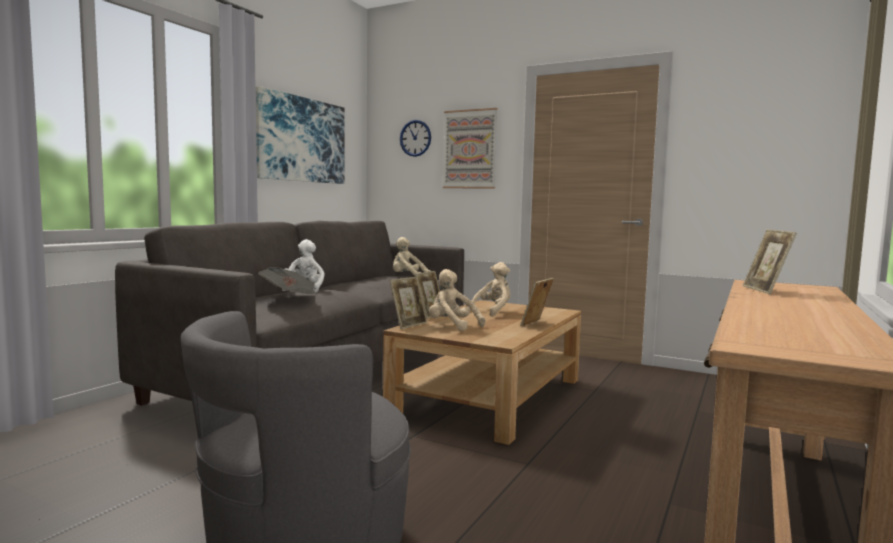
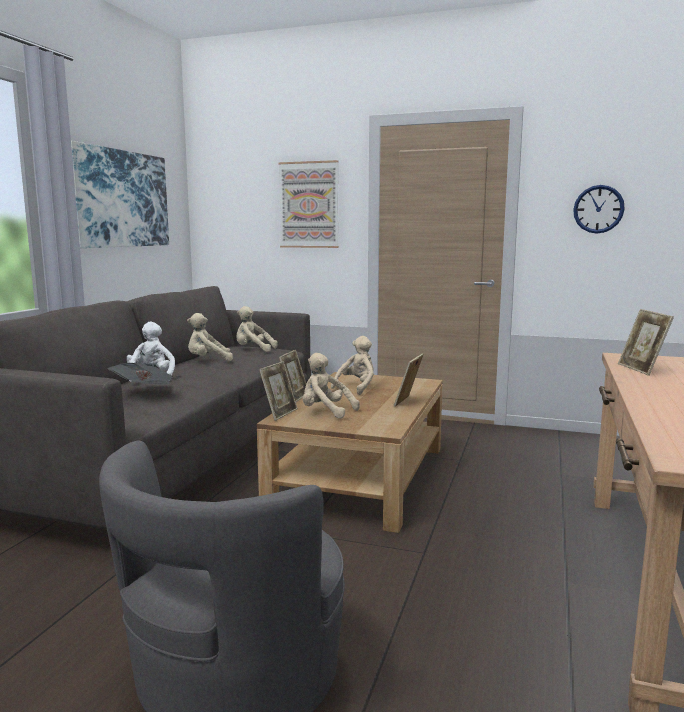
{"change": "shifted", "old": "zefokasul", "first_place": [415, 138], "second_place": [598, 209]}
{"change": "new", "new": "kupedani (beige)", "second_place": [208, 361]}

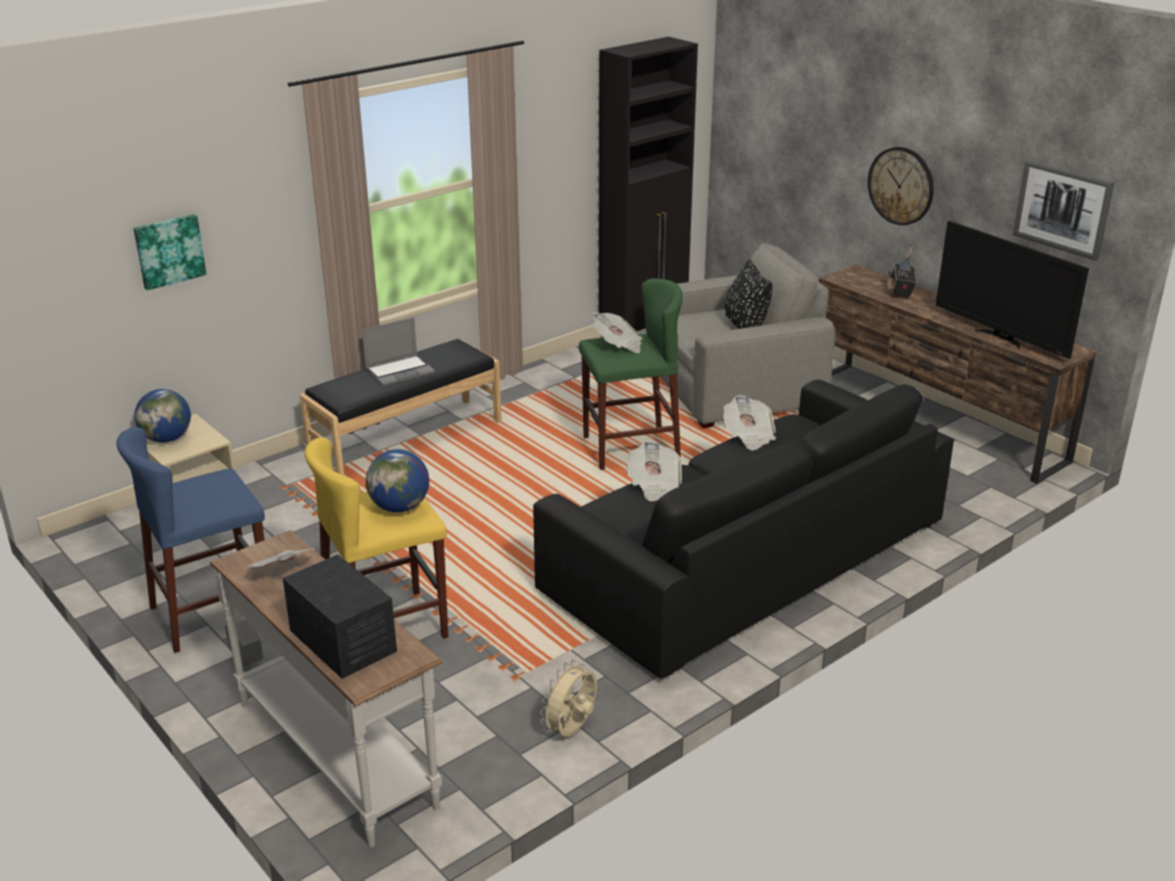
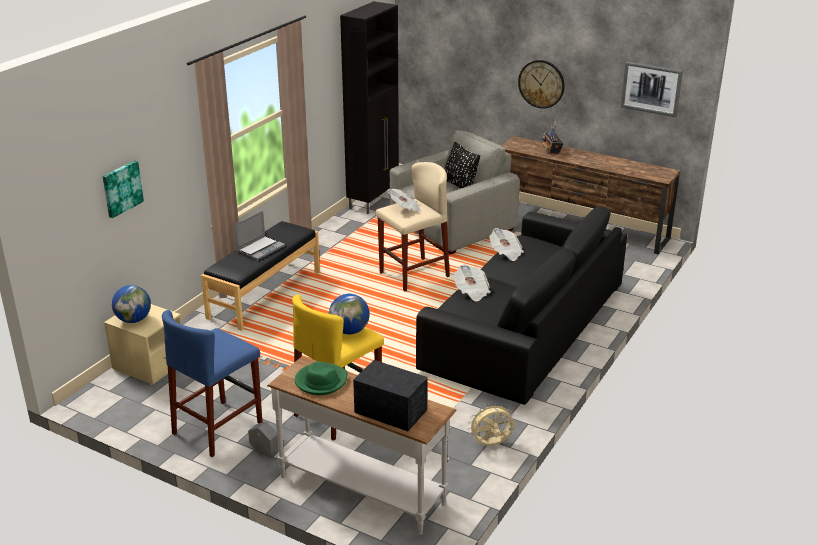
{"change": "swapped", "old": "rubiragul", "new": "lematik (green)", "first_place": [283, 572], "second_place": [321, 381]}
{"change": "rotated", "old": "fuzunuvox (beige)", "first_place": [572, 730], "second_place": [491, 445], "degrees": 60}
{"change": "repainted", "old": "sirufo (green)", "new": "sirufo (beige)", "first_place": [630, 448], "second_place": [414, 274]}
{"change": "gone", "old": "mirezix", "first_place": [1001, 338]}

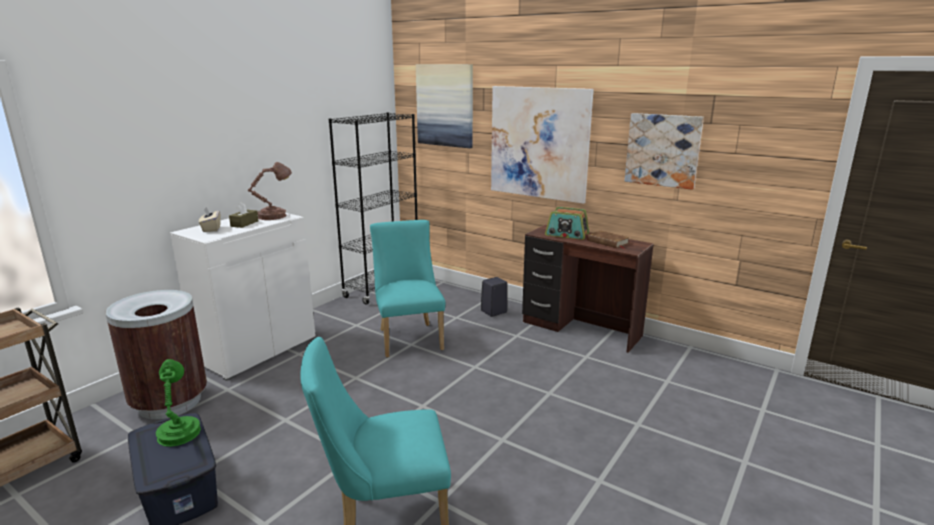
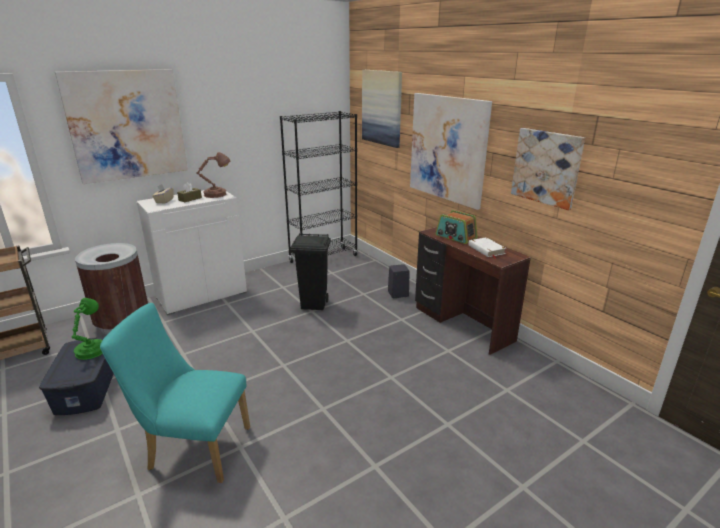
{"change": "swapped", "old": "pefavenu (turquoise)", "new": "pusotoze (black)", "first_place": [409, 337], "second_place": [314, 304]}
{"change": "repainted", "old": "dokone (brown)", "new": "dokone (white)", "first_place": [608, 242], "second_place": [486, 249]}
{"change": "new", "new": "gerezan", "second_place": [127, 125]}

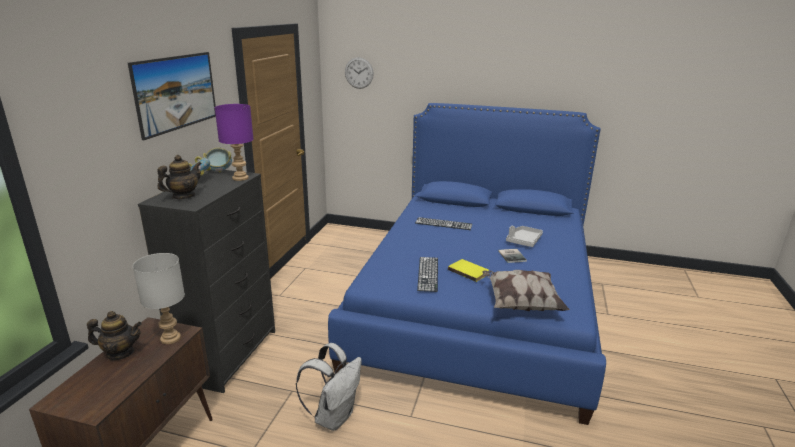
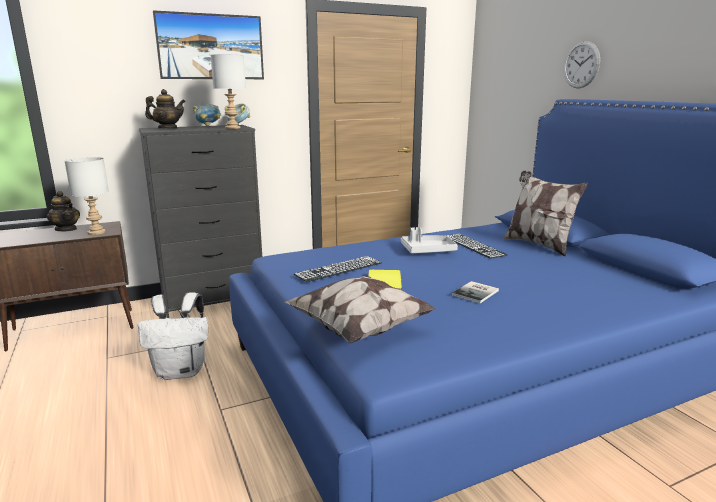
{"change": "repainted", "old": "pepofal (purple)", "new": "pepofal (grey)", "first_place": [241, 178], "second_place": [233, 128]}
{"change": "shifted", "old": "zefokasul", "first_place": [359, 73], "second_place": [581, 65]}
{"change": "shifted", "old": "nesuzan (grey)", "first_place": [523, 241], "second_place": [427, 251]}
{"change": "new", "new": "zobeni", "second_place": [538, 245]}

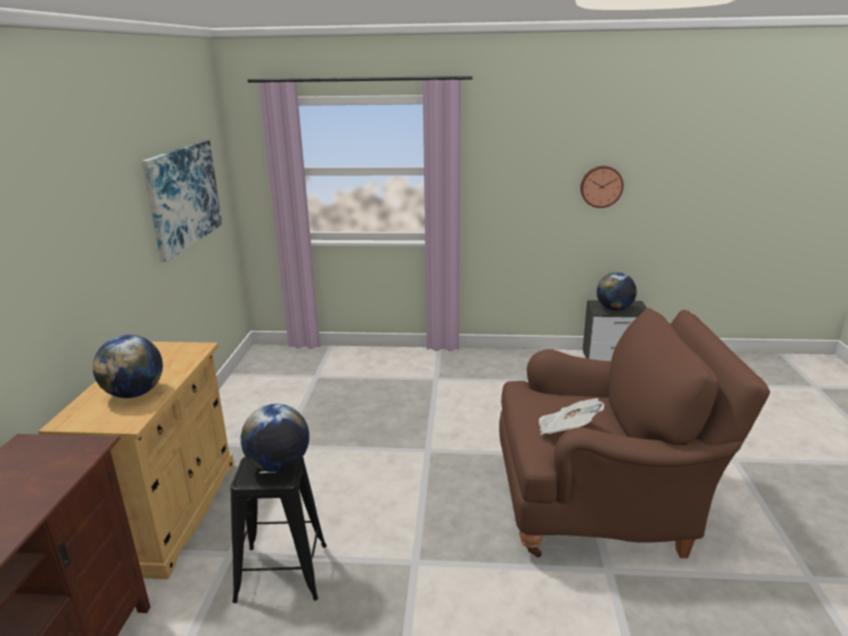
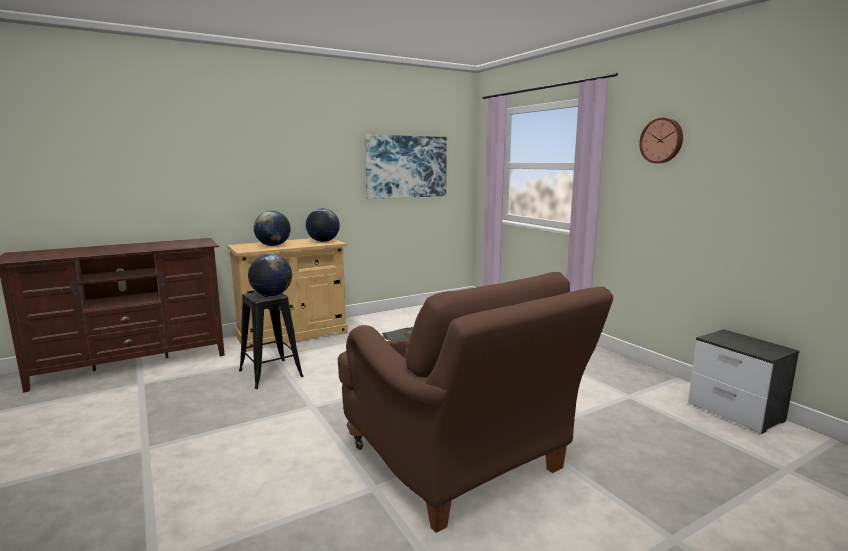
{"change": "shifted", "old": "zefokasul", "first_place": [601, 186], "second_place": [662, 140]}
{"change": "shifted", "old": "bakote", "first_place": [614, 309], "second_place": [323, 241]}

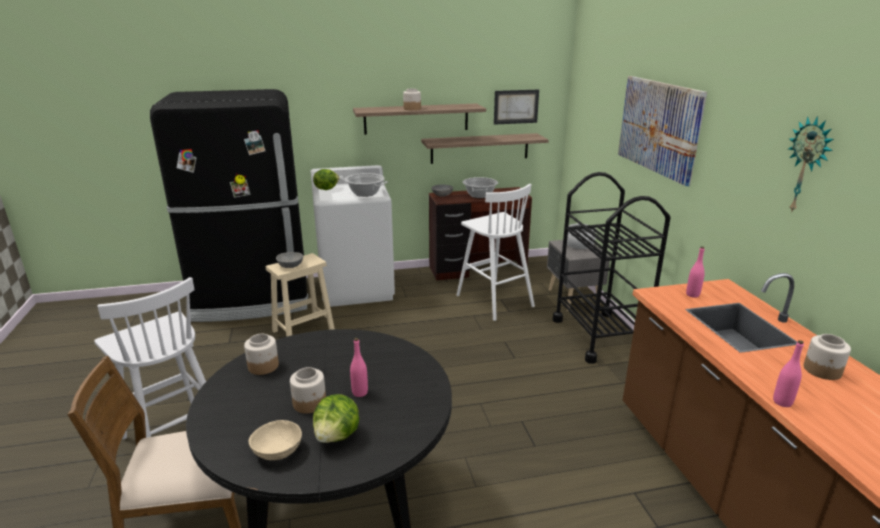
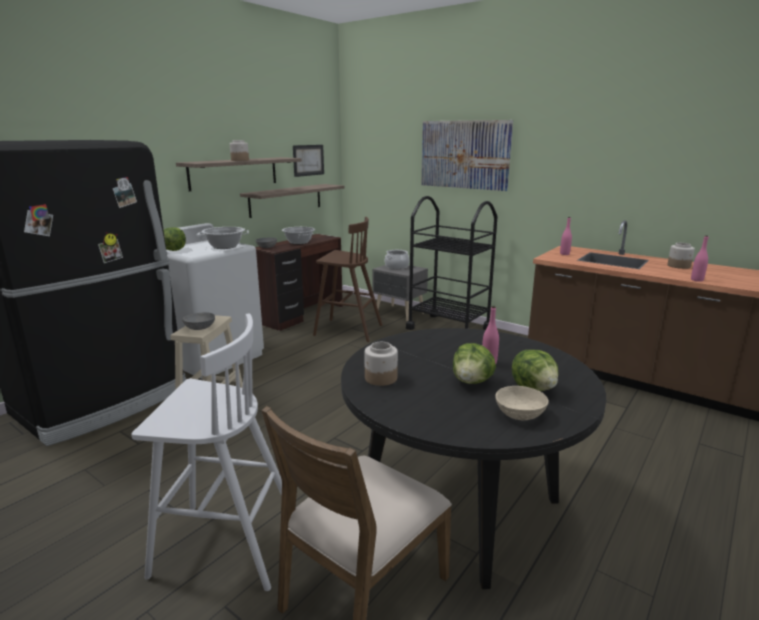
{"change": "swapped", "old": "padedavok", "new": "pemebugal", "first_place": [310, 403], "second_place": [472, 382]}
{"change": "repainted", "old": "sirufo (white)", "new": "sirufo (brown)", "first_place": [493, 300], "second_place": [347, 330]}
{"change": "gone", "old": "zefokasul", "first_place": [807, 166]}

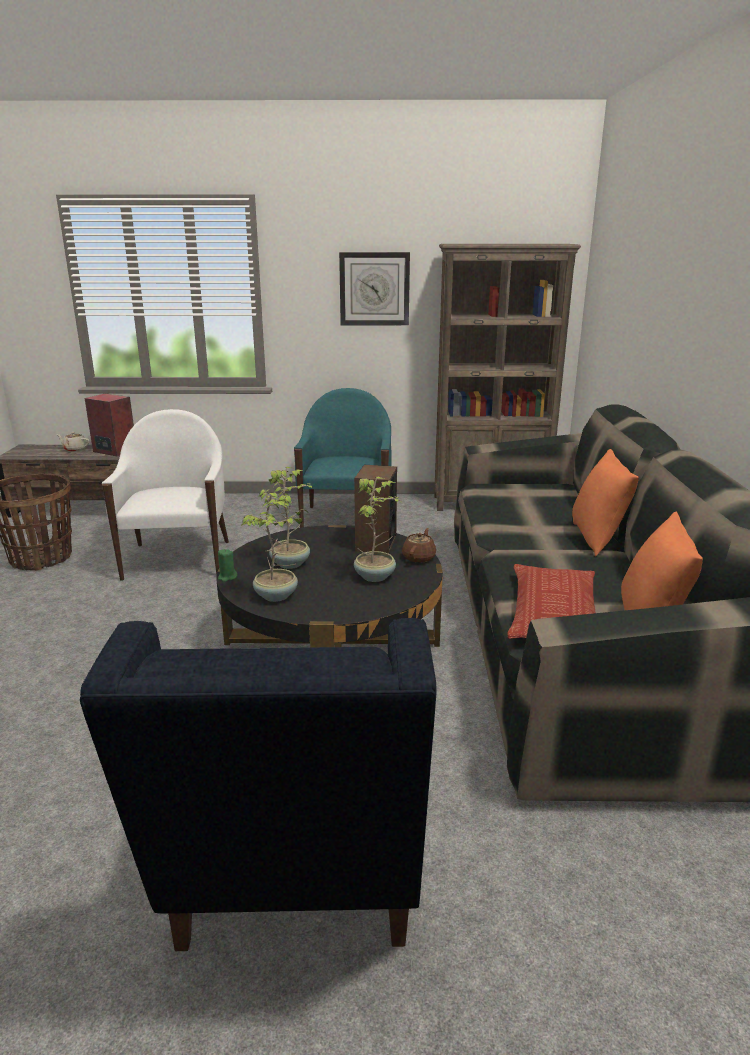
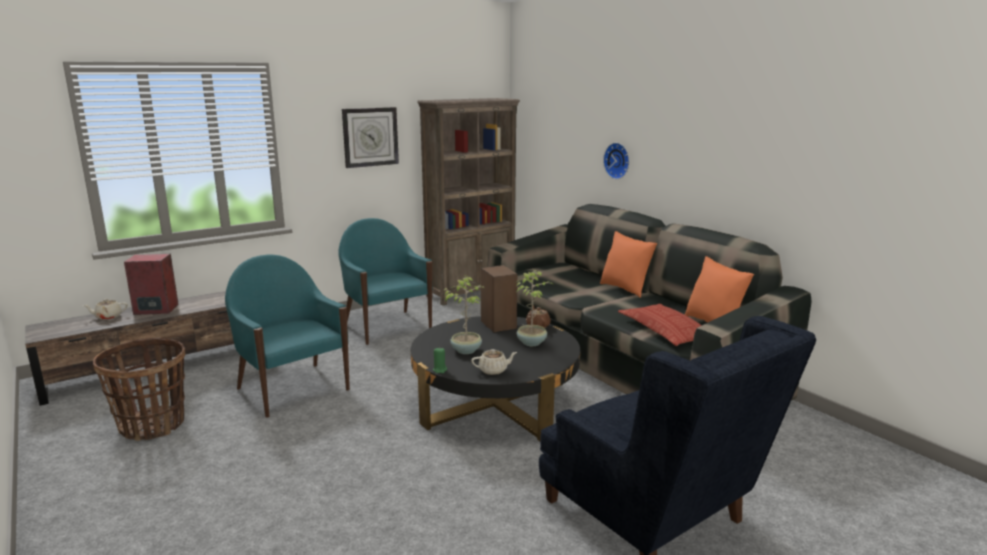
{"change": "repainted", "old": "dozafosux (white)", "new": "dozafosux (turquoise)", "first_place": [178, 559], "second_place": [292, 388]}
{"change": "swapped", "old": "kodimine", "new": "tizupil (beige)", "first_place": [277, 596], "second_place": [493, 370]}
{"change": "new", "new": "zefokasul", "second_place": [618, 160]}

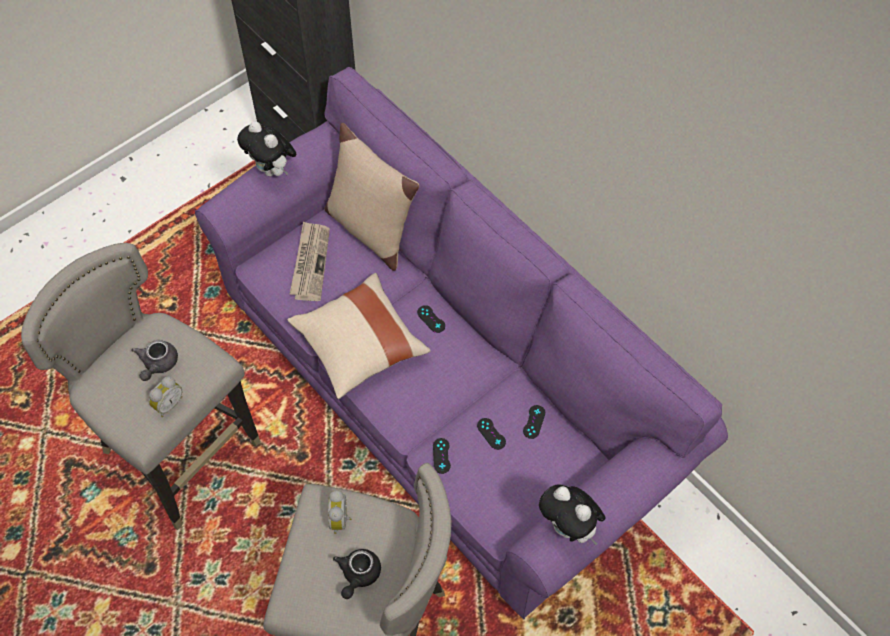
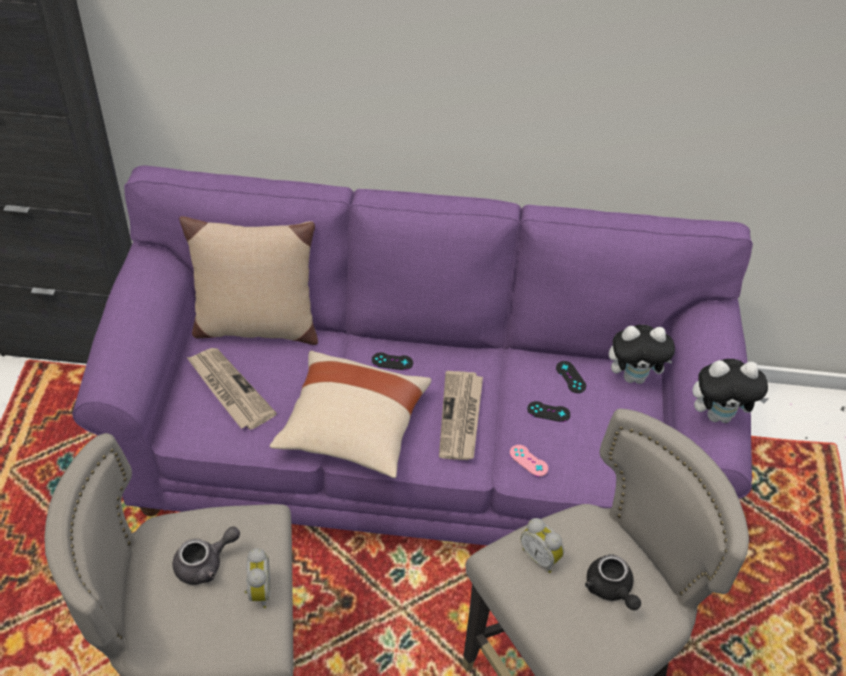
{"change": "rotated", "old": "tizupil (grey)", "first_place": [157, 364], "second_place": [205, 564], "degrees": -90}
{"change": "shifted", "old": "kupedani", "first_place": [272, 170], "second_place": [635, 376]}
{"change": "repainted", "old": "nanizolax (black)", "new": "nanizolax (pink)", "first_place": [441, 456], "second_place": [528, 460]}
{"change": "new", "new": "rubiragul", "second_place": [461, 418]}

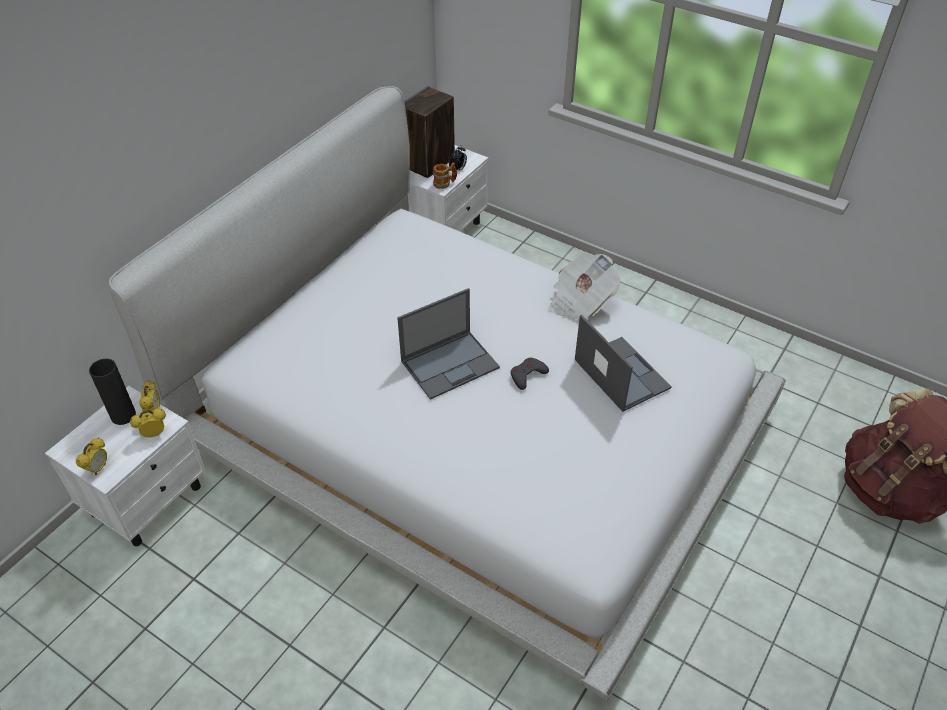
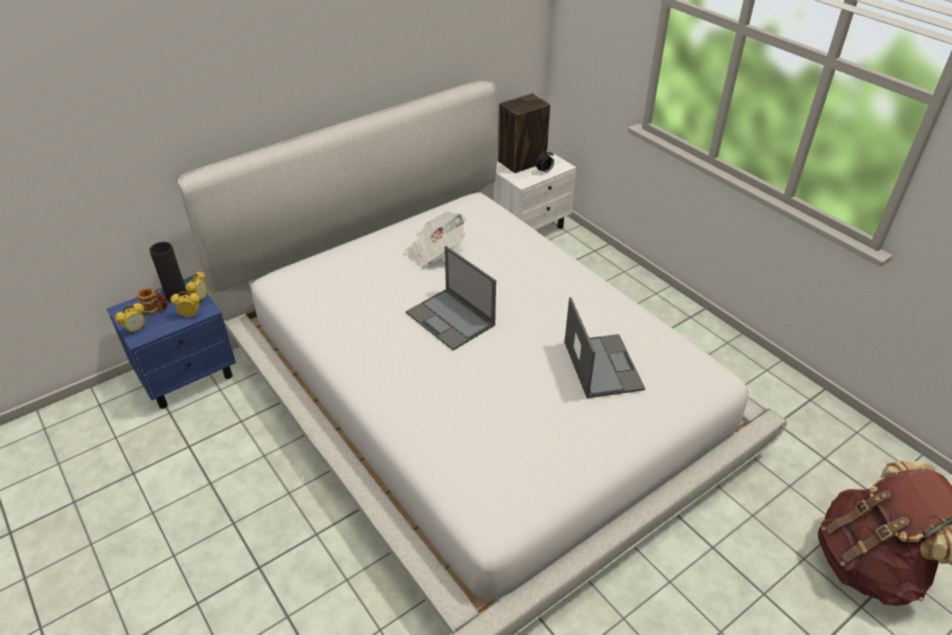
{"change": "repainted", "old": "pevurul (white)", "new": "pevurul (blue)", "first_place": [148, 499], "second_place": [188, 375]}
{"change": "rotated", "old": "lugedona", "first_place": [450, 364], "second_place": [451, 319], "degrees": 60}
{"change": "shifted", "old": "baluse", "first_place": [445, 183], "second_place": [156, 310]}
{"change": "gone", "old": "nanizolax (grey)", "first_place": [527, 375]}
{"change": "shifted", "old": "rubiragul", "first_place": [580, 301], "second_place": [435, 252]}

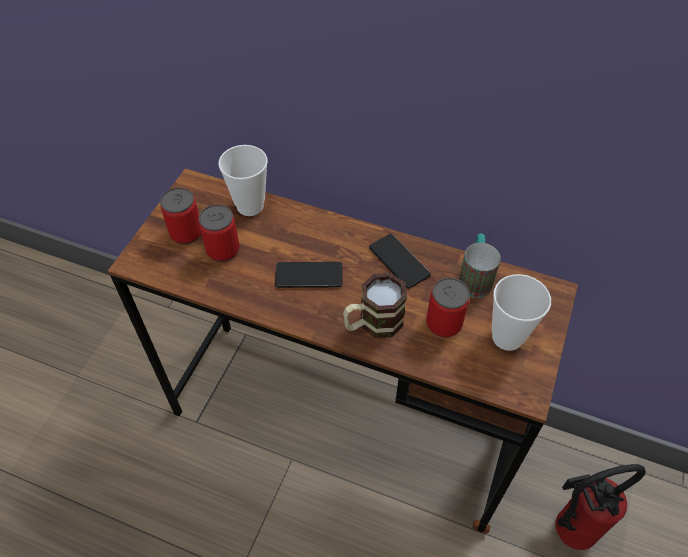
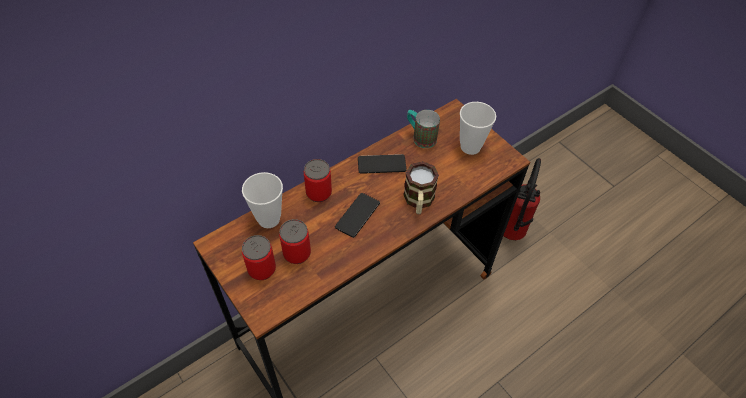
{"change": "shifted", "old": "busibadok", "first_place": [444, 323], "second_place": [318, 193]}

